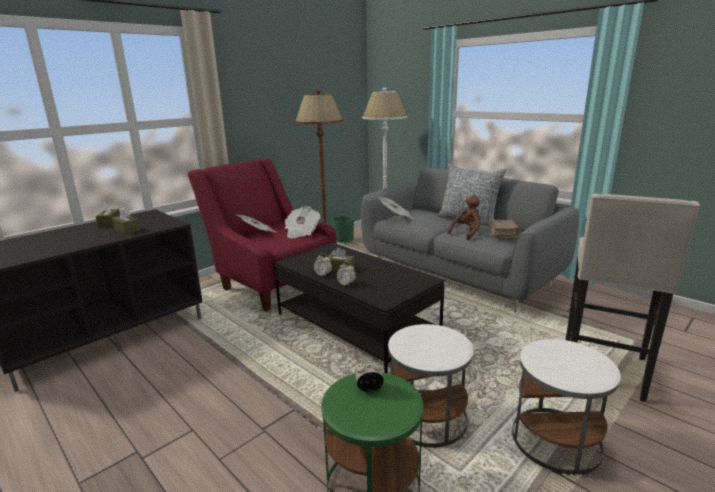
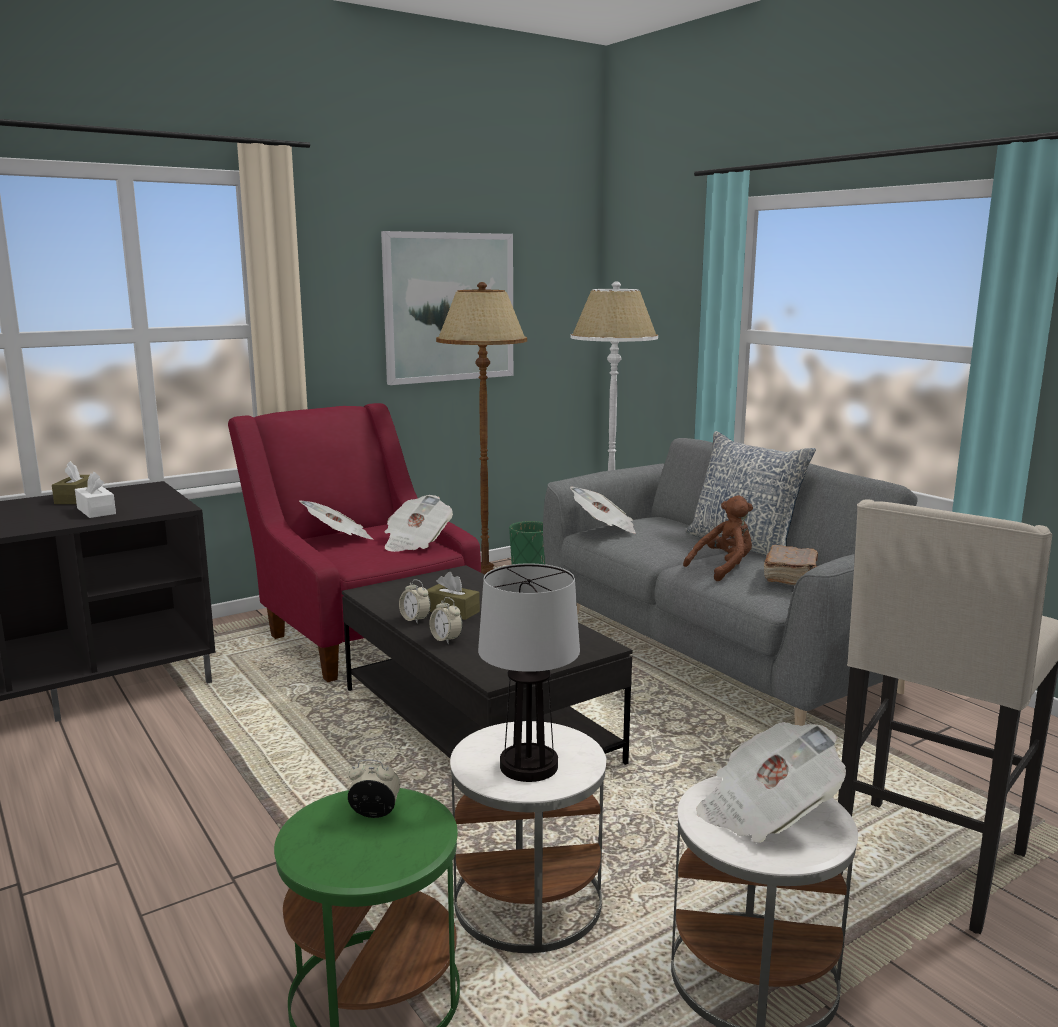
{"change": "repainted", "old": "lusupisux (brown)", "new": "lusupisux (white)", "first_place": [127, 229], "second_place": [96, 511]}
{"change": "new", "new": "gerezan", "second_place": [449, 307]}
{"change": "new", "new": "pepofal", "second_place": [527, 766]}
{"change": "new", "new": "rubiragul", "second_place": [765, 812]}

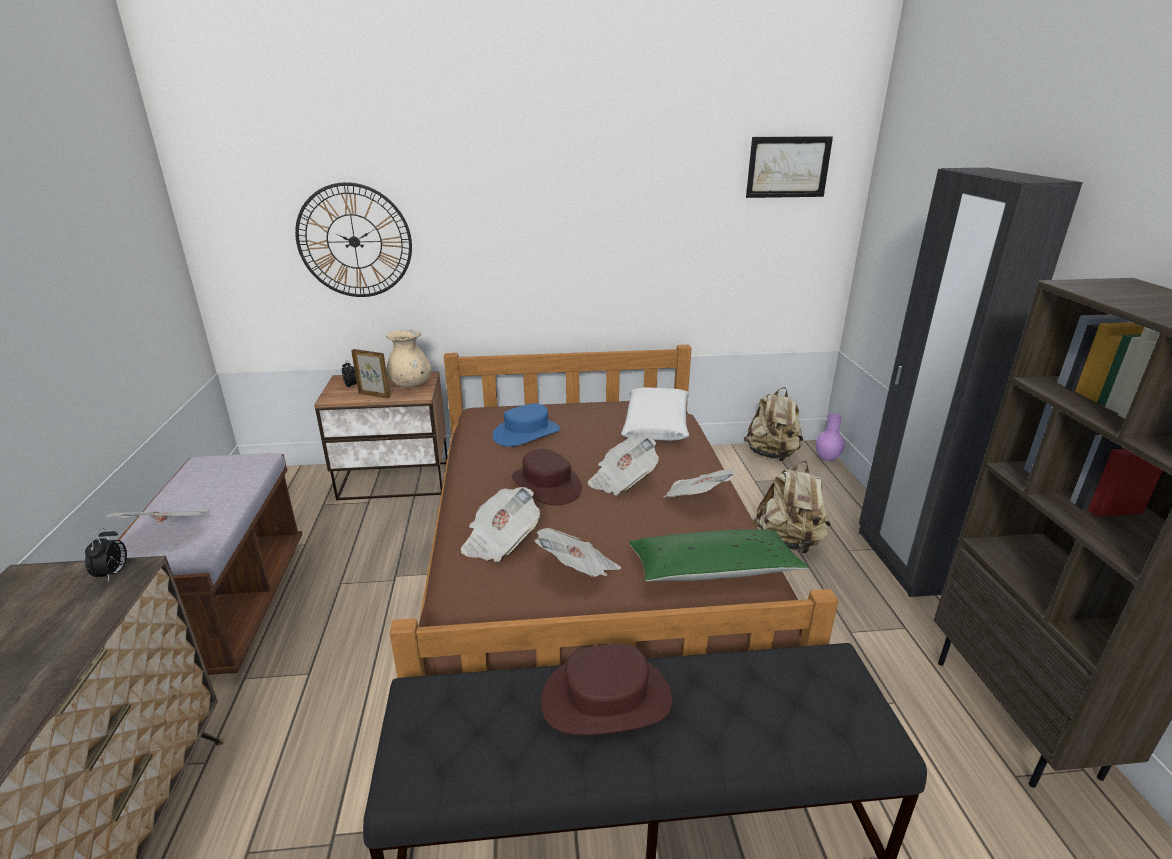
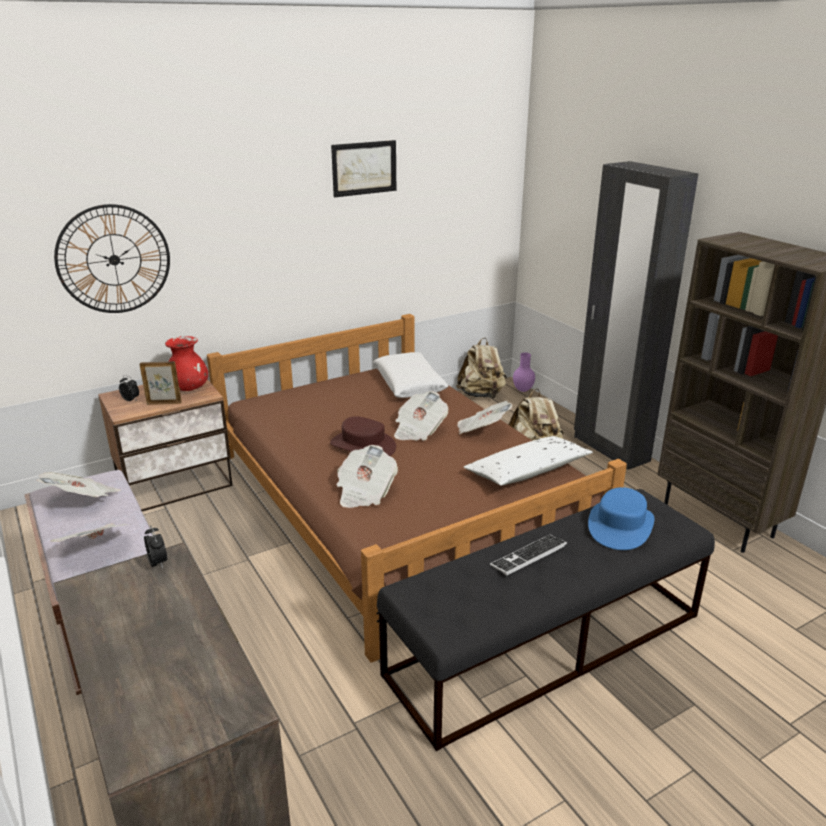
{"change": "repainted", "old": "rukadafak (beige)", "new": "rukadafak (red)", "first_place": [411, 385], "second_place": [189, 388]}
{"change": "shifted", "old": "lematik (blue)", "first_place": [526, 433], "second_place": [620, 525]}
{"change": "shifted", "old": "rubiragul", "first_place": [578, 571], "second_place": [83, 500]}
{"change": "swapped", "old": "lematik (brown)", "new": "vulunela", "first_place": [606, 699], "second_place": [528, 556]}
{"change": "repainted", "old": "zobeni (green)", "new": "zobeni (white)", "first_place": [713, 569], "second_place": [527, 472]}
{"change": "shifted", "old": "gerezan", "first_place": [788, 167], "second_place": [364, 168]}

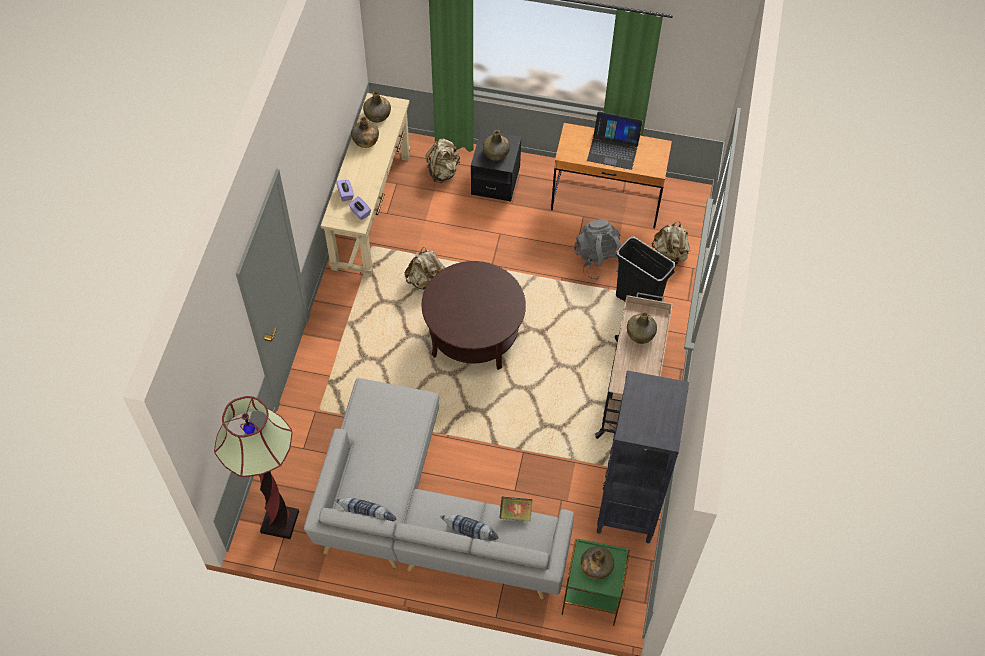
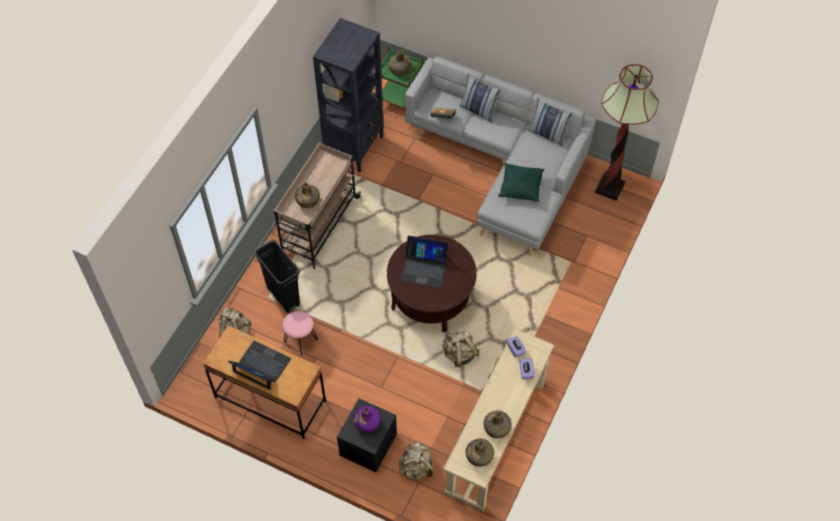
{"change": "repainted", "old": "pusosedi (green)", "new": "pusosedi (purple)", "first_place": [496, 153], "second_place": [367, 422]}
{"change": "swapped", "old": "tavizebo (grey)", "new": "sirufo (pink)", "first_place": [599, 261], "second_place": [301, 340]}
{"change": "new", "new": "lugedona", "second_place": [424, 267]}
{"change": "new", "new": "zobeni (green)", "second_place": [520, 187]}

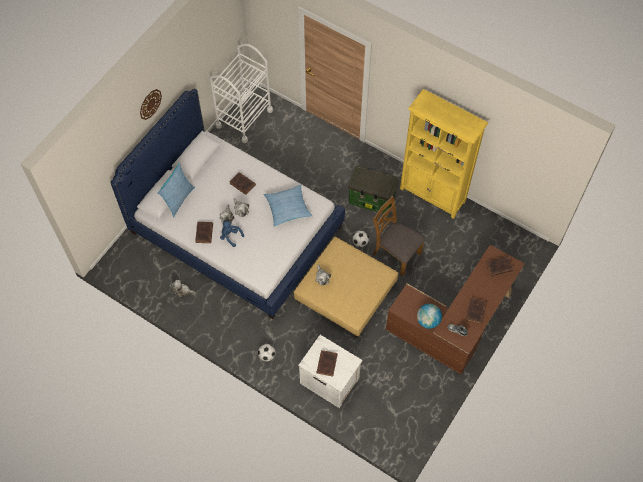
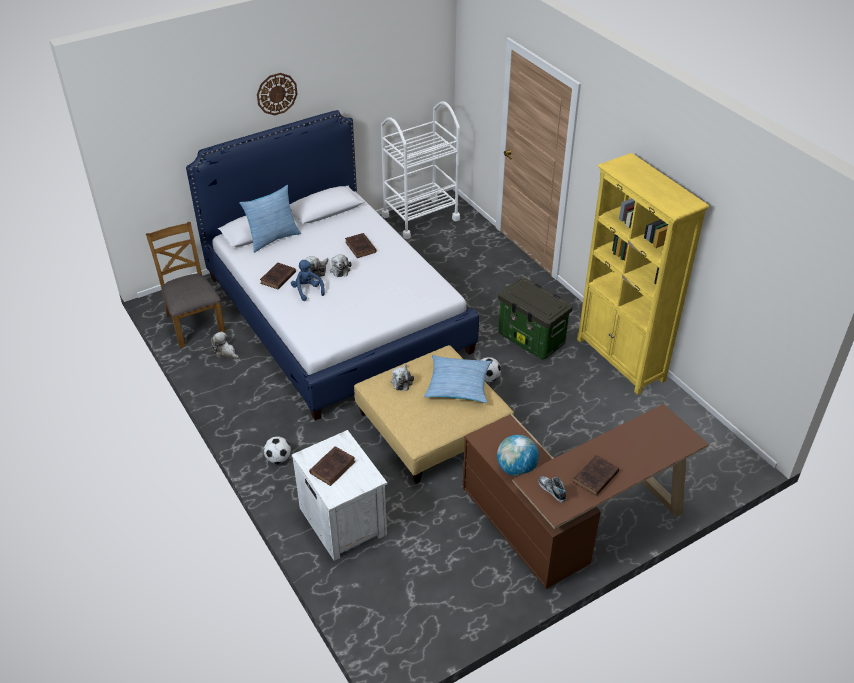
{"change": "shifted", "old": "zobeni", "first_place": [287, 208], "second_place": [458, 385]}
{"change": "shifted", "old": "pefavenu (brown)", "first_place": [396, 253], "second_place": [194, 324]}
{"change": "gone", "old": "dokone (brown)", "first_place": [498, 267]}

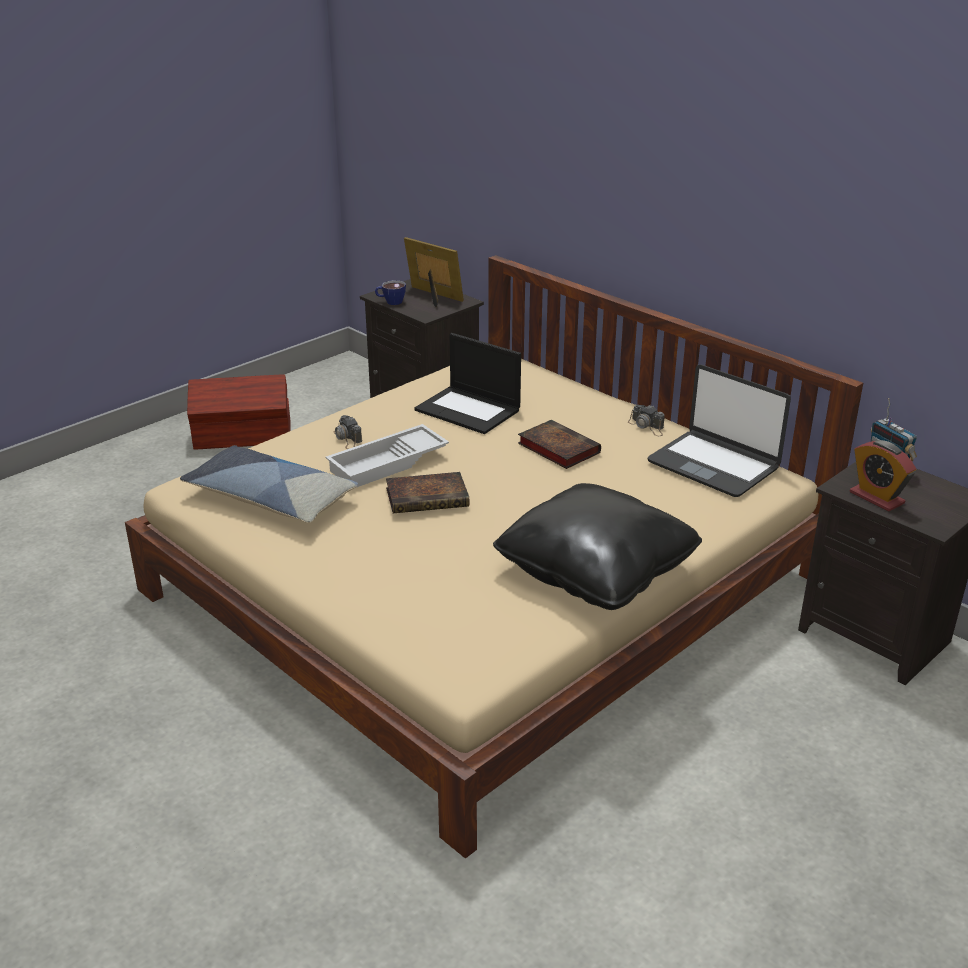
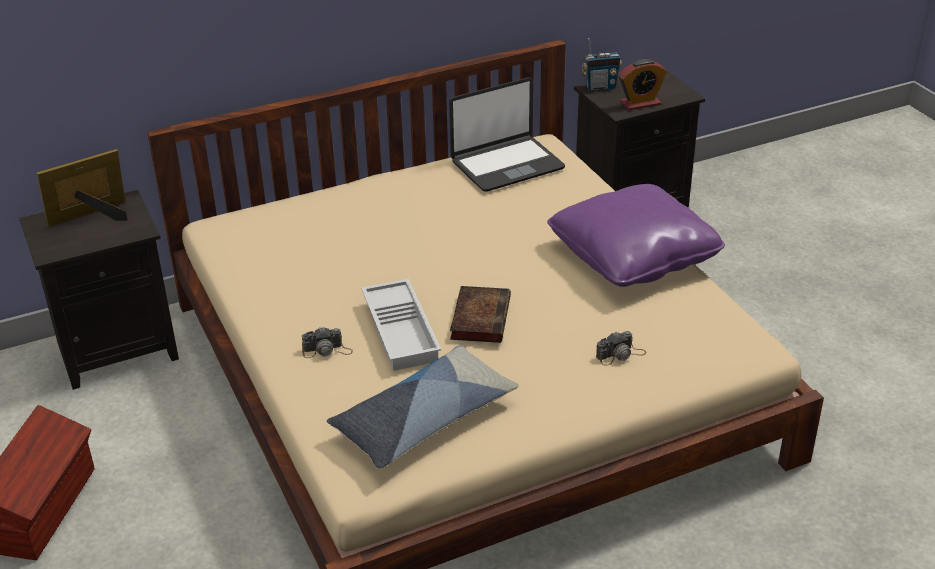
{"change": "gone", "old": "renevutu", "first_place": [390, 302]}
{"change": "gone", "old": "lugedona", "first_place": [469, 410]}
{"change": "repainted", "old": "zobeni (black)", "new": "zobeni (purple)", "first_place": [596, 569], "second_place": [633, 256]}
{"change": "gone", "old": "dokone", "first_place": [556, 448]}
{"change": "shifted", "old": "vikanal", "first_place": [647, 426], "second_place": [620, 354]}

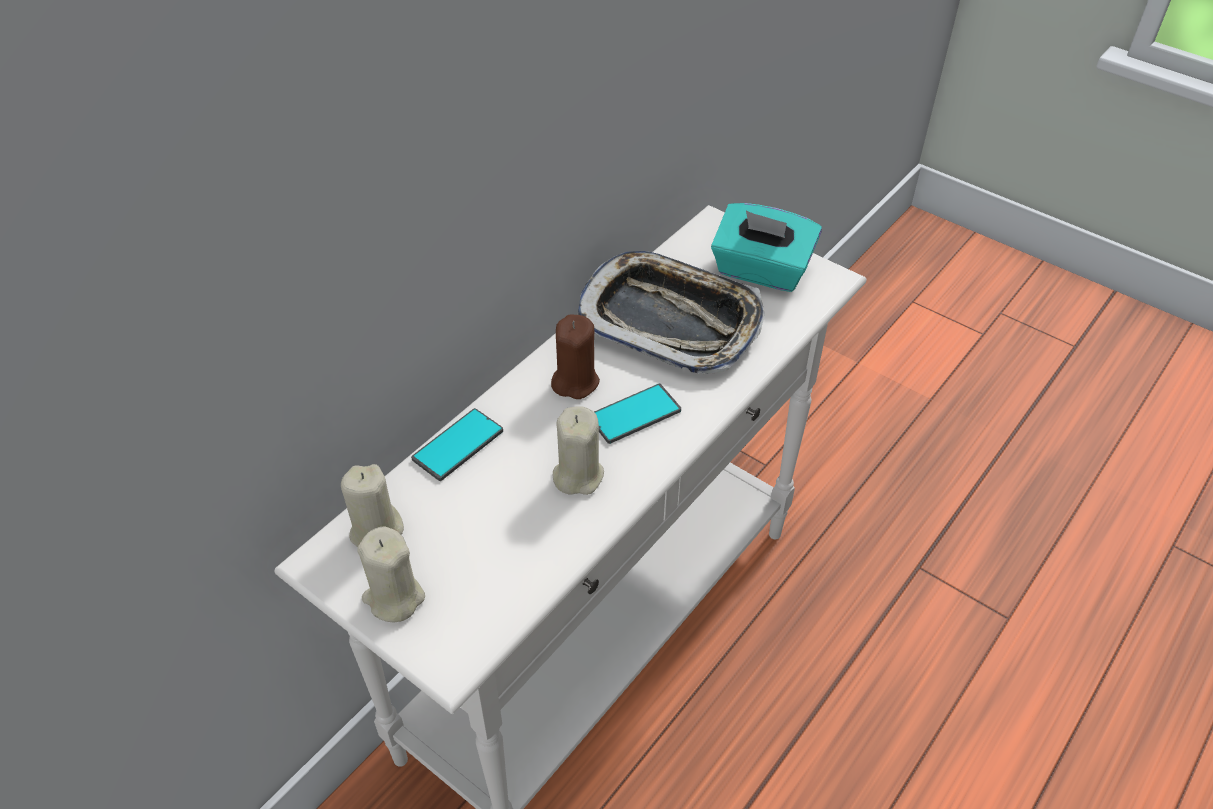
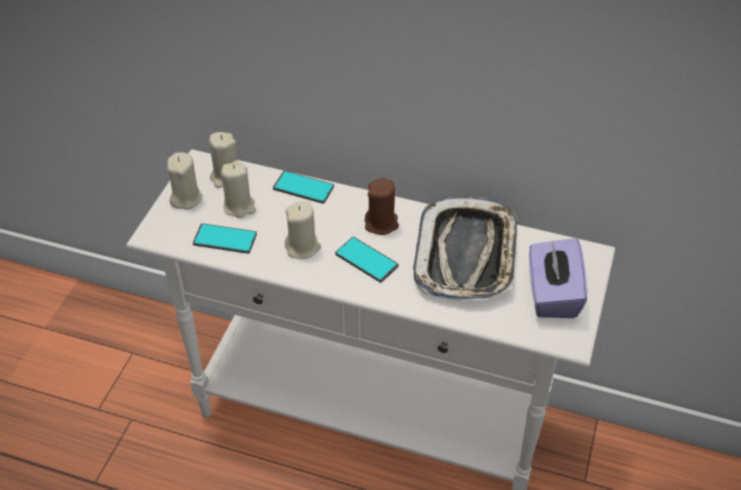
{"change": "repainted", "old": "lusupisux (turquoise)", "new": "lusupisux (purple)", "first_place": [761, 271], "second_place": [552, 294]}
{"change": "new", "new": "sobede", "second_place": [225, 239]}
{"change": "new", "new": "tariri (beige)", "second_place": [239, 206]}

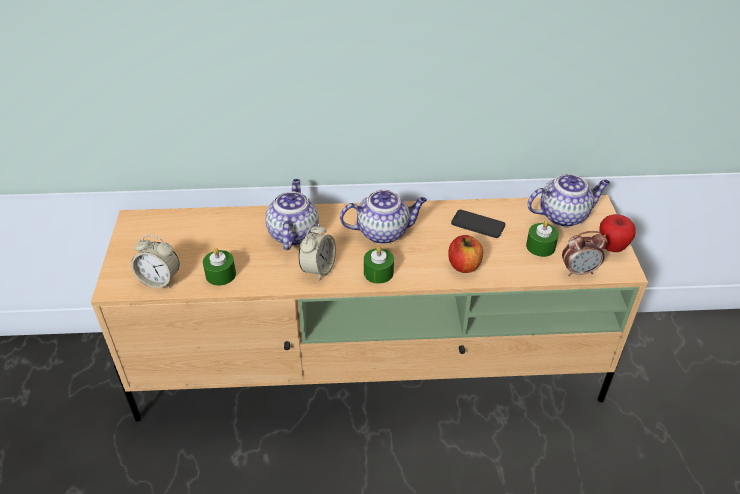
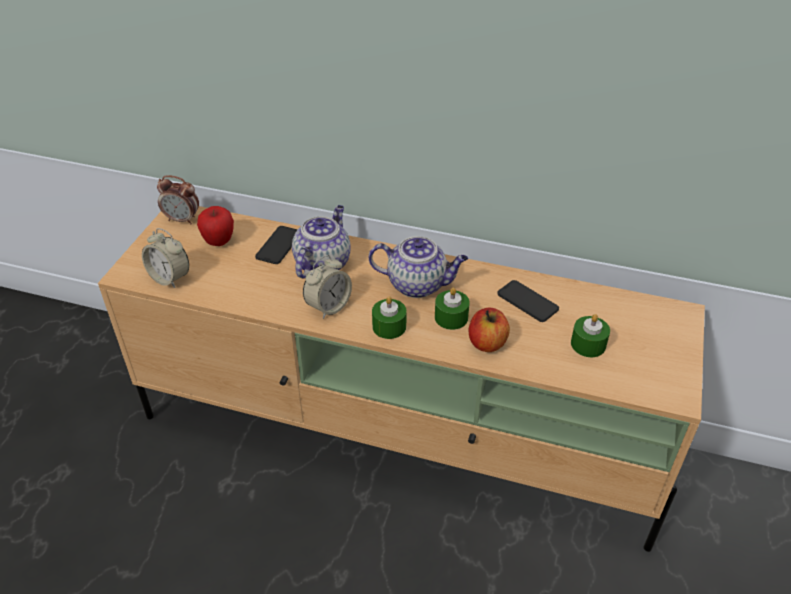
{"change": "shifted", "old": "tariri (green)", "first_place": [220, 274], "second_place": [451, 317]}
{"change": "gone", "old": "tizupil", "first_place": [564, 215]}
{"change": "shifted", "old": "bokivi", "first_place": [579, 271], "second_place": [182, 219]}
{"change": "shifted", "old": "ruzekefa", "first_place": [611, 247], "second_place": [219, 242]}
{"change": "new", "new": "sobede", "second_place": [279, 245]}

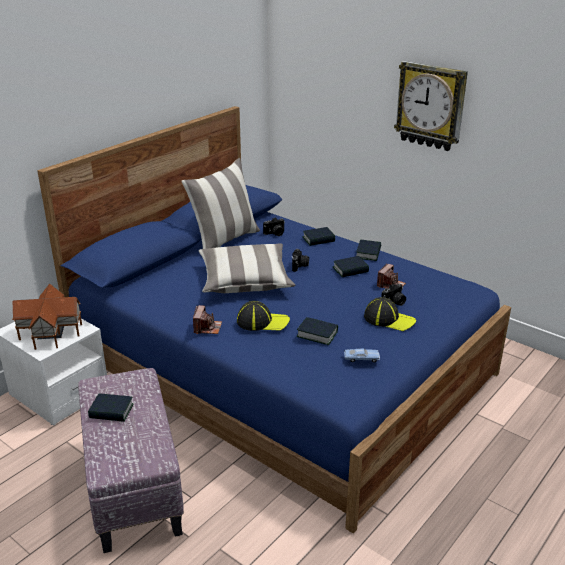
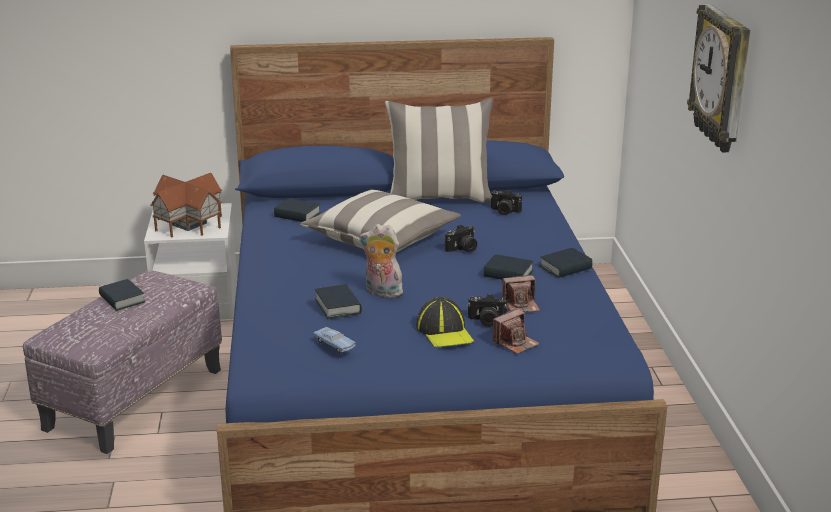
{"change": "shifted", "old": "vikanal", "first_place": [207, 328], "second_place": [515, 343]}
{"change": "gone", "old": "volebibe", "first_place": [262, 322]}
{"change": "shifted", "old": "dokone", "first_place": [318, 239], "second_place": [297, 215]}
{"change": "new", "new": "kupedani", "second_place": [381, 292]}

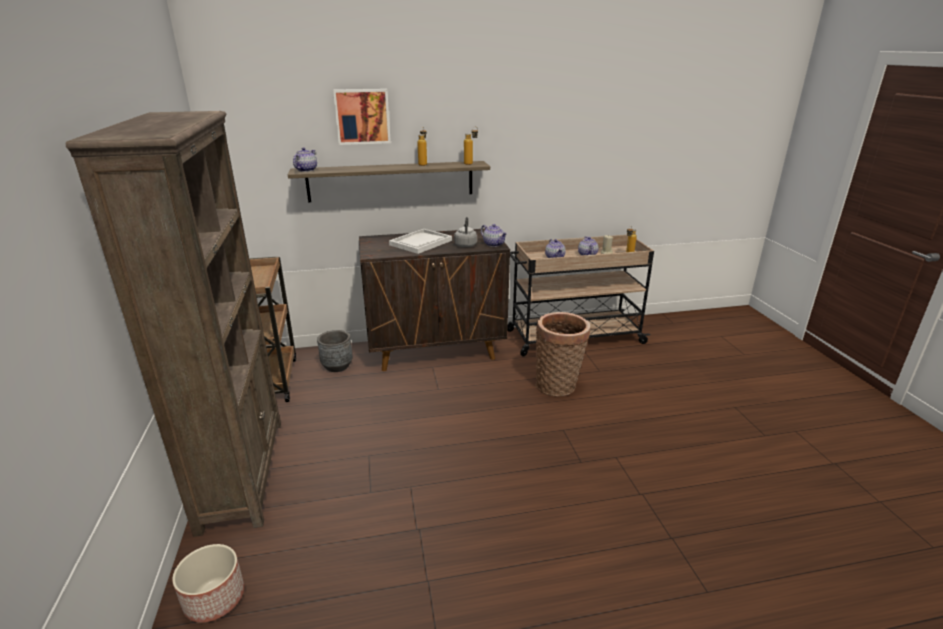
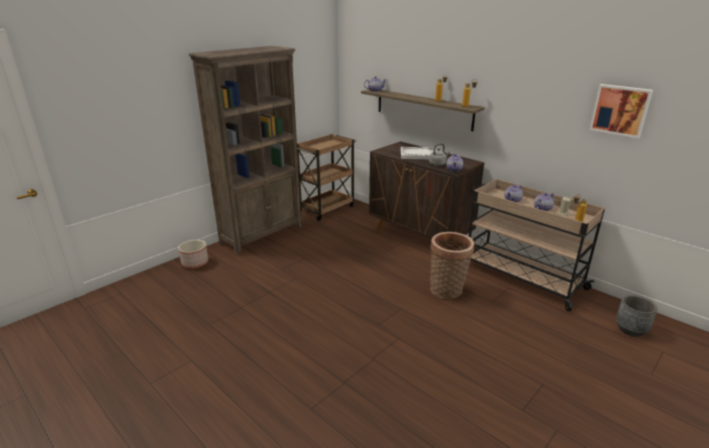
{"change": "shifted", "old": "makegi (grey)", "first_place": [337, 366], "second_place": [630, 330]}
{"change": "shifted", "old": "gerezan", "first_place": [362, 116], "second_place": [620, 110]}

